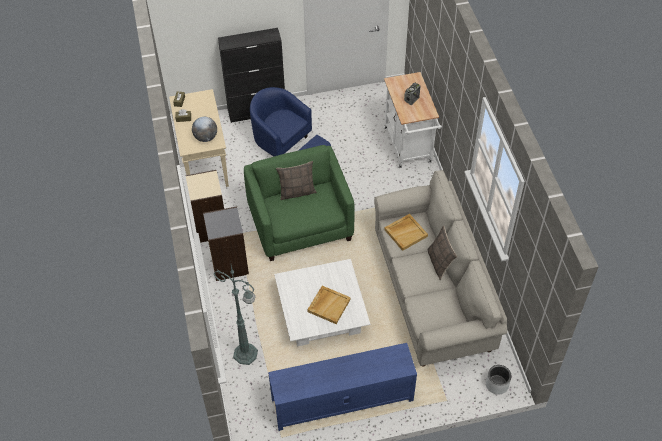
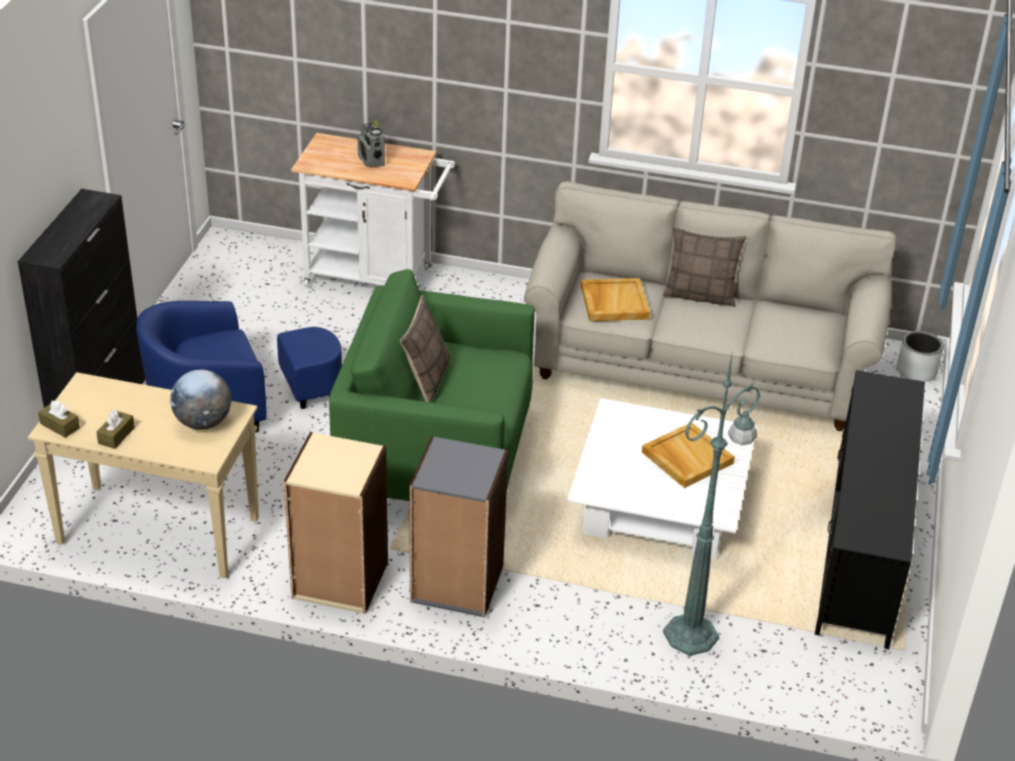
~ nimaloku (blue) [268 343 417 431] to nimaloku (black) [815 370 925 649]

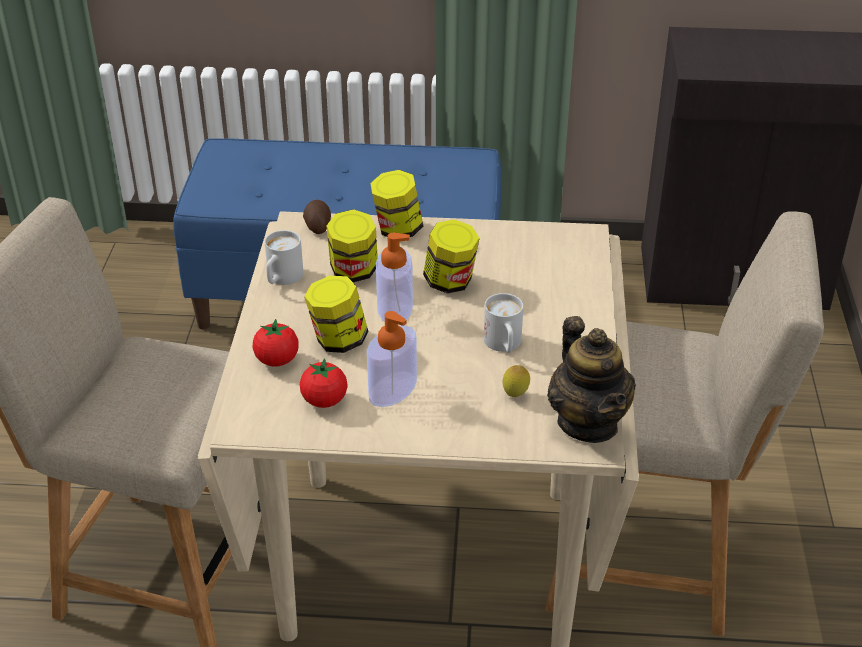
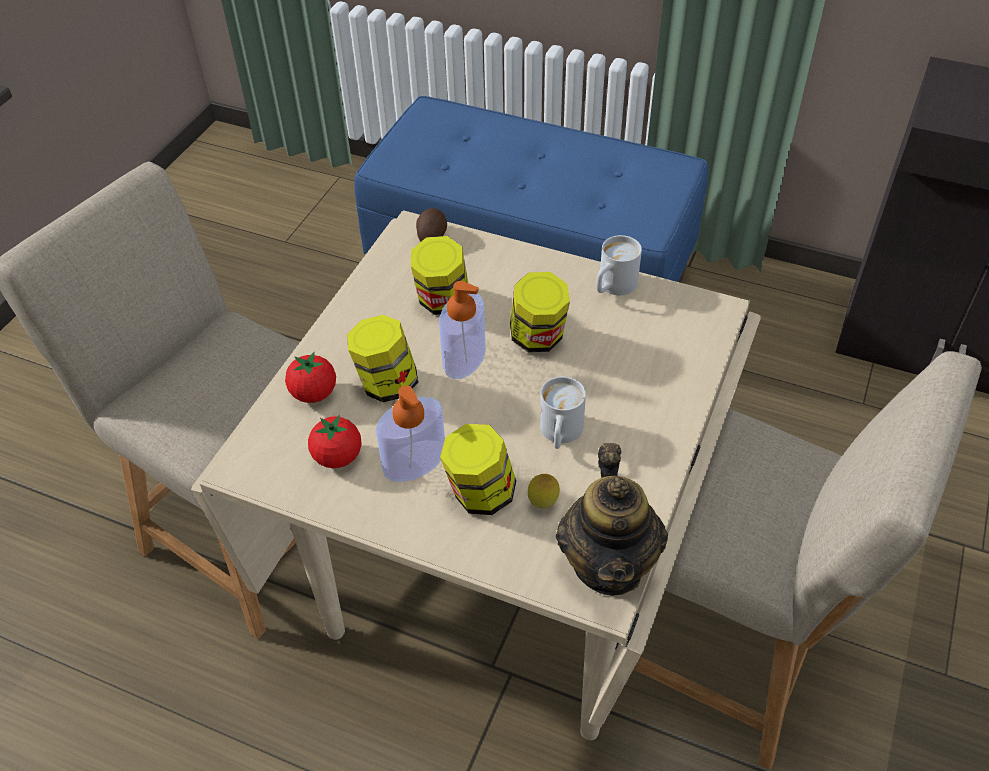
~ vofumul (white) [265 230 303 285] to [596 235 642 295]
~ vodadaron [370 170 423 237] to [440 424 516 515]

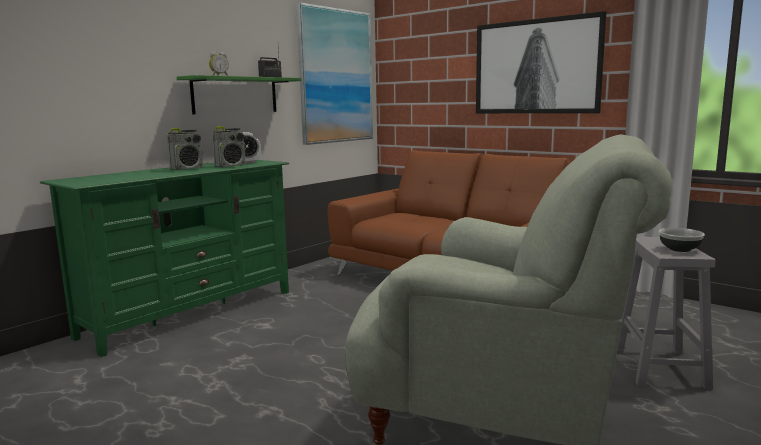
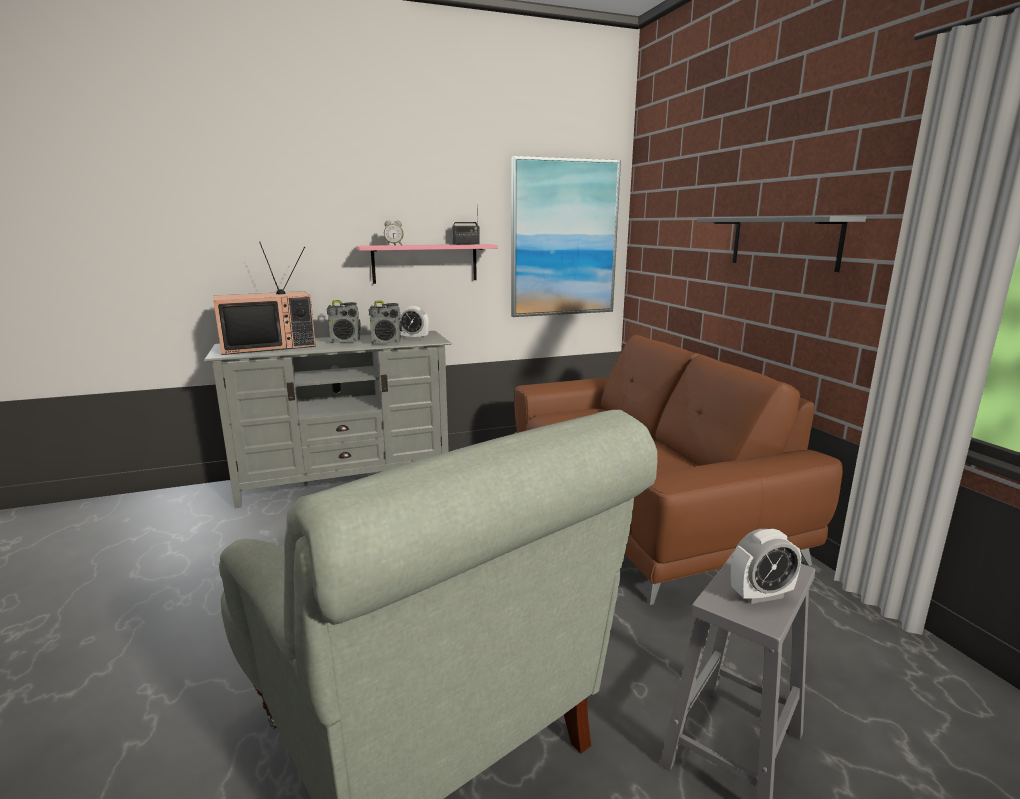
~ nimaloku (green) [40 160 289 357] to nimaloku (grey) [204 331 452 508]
~ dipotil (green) [177 75 301 114] to dipotil (pink) [356 244 498 284]
~ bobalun [476 11 607 113] to dipotil (grey) [697 216 866 272]
~ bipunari [659 228 705 252] to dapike [731 529 801 604]
+ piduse [213 242 316 355]

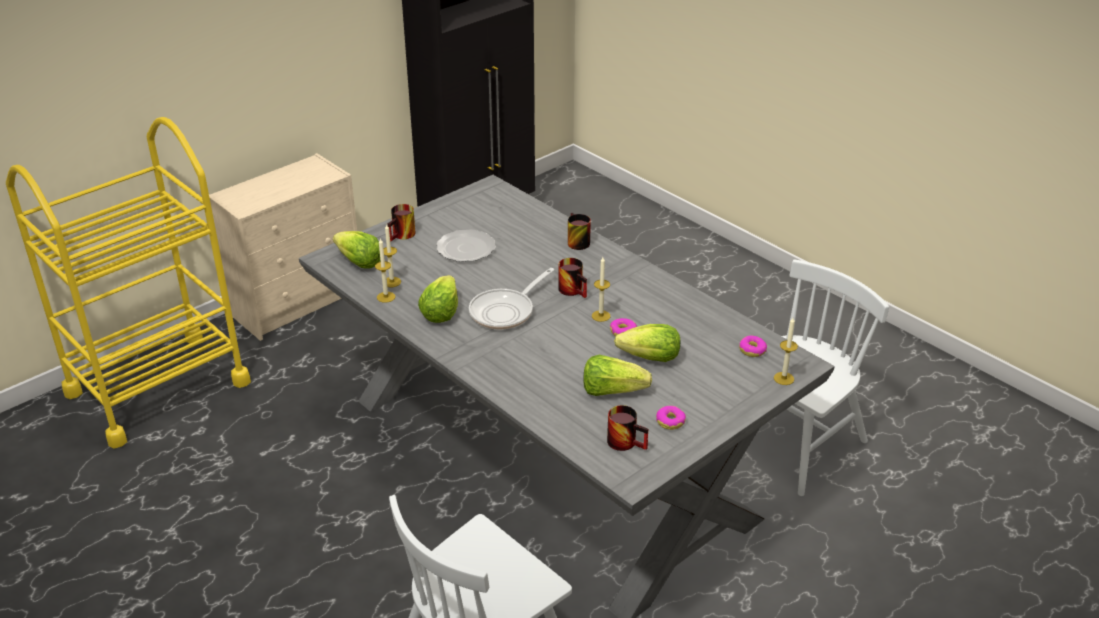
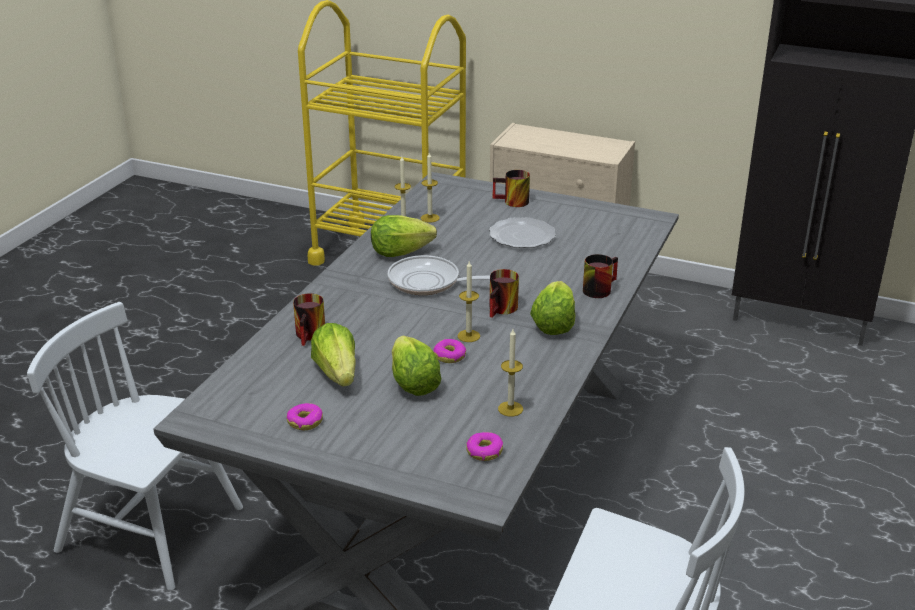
~ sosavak [333 231 380 269] to [530 281 575 335]
~ vofumul [607 405 648 451] to [293 293 325 346]
~ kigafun [774 318 798 385] to [498 329 523 417]

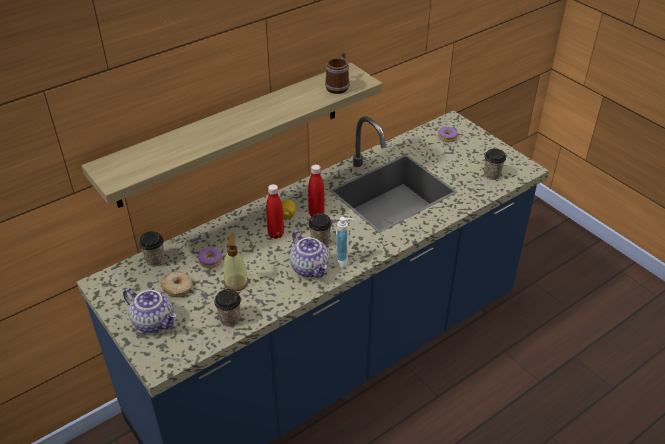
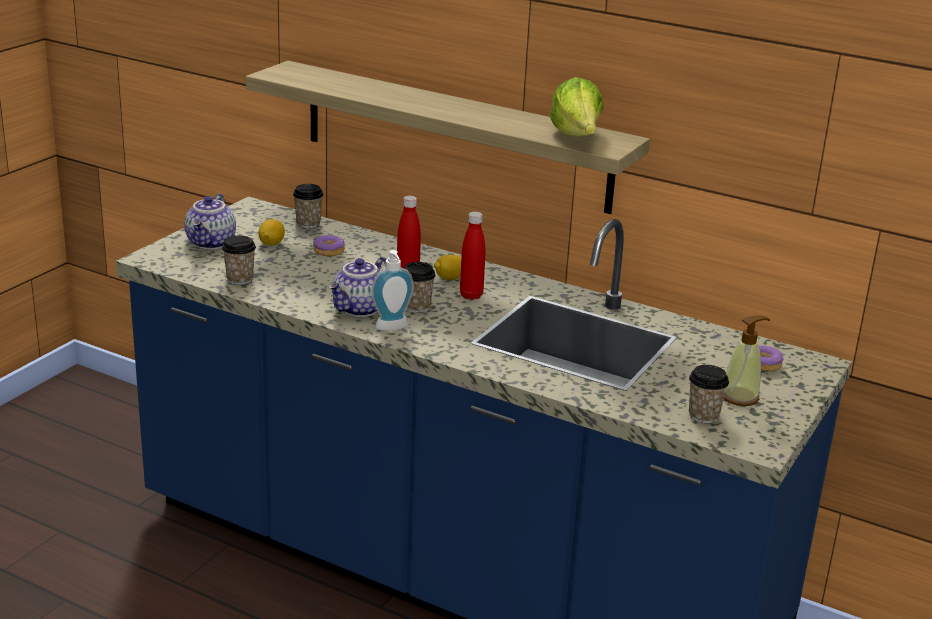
~ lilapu [160 271 193 297] to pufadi [259 219 285 246]
~ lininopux [224 233 249 291] to [724 315 770 406]
~ vofumul [325 52 350 94] to sosavak [550 77 604 137]

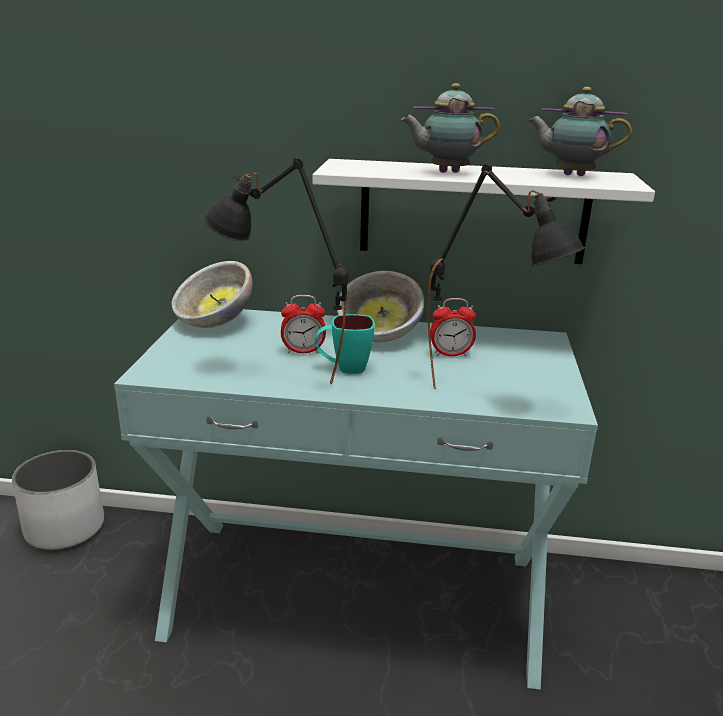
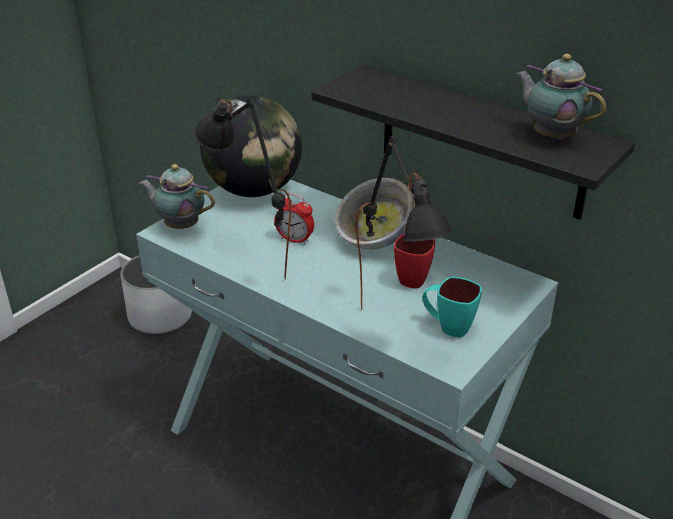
~ bipunari [172 261 252 328] to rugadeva [200 95 302 197]
~ dipotil (white) [312 159 655 264] to dipotil (black) [311 65 635 220]
~ vofumul (turquoise) [315 314 375 374] to [422 277 482 338]
~ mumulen [401 83 500 173] to [139 164 215 229]
~ dapike [430 298 476 356] to vofumul (red) [394 233 435 289]

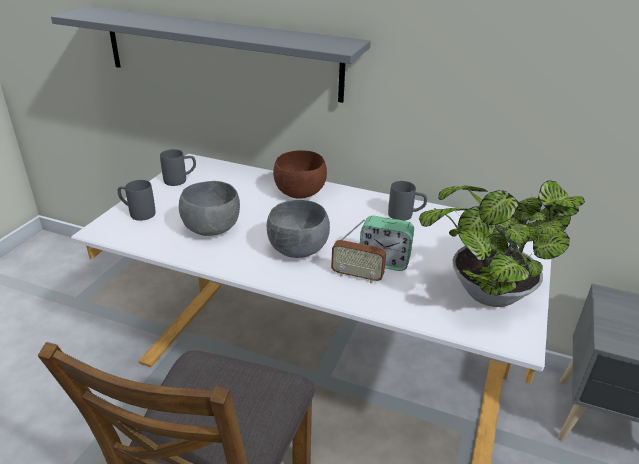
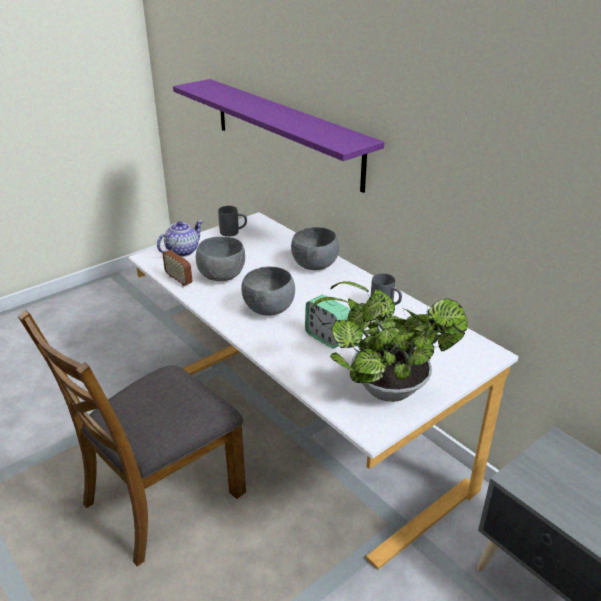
~ dipotil (grey) [51 6 371 103] to dipotil (purple) [173 79 384 193]
~ vofumul (grey) [118 180 156 221] to mumulen [157 220 203 257]
~ bipunari (brown) [273 150 327 199] to bipunari (grey) [291 227 339 270]
~ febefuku [331 220 386 283] to [163 237 193 287]

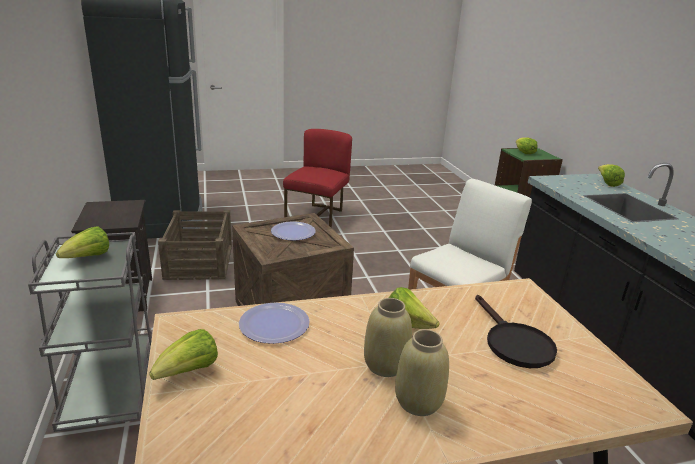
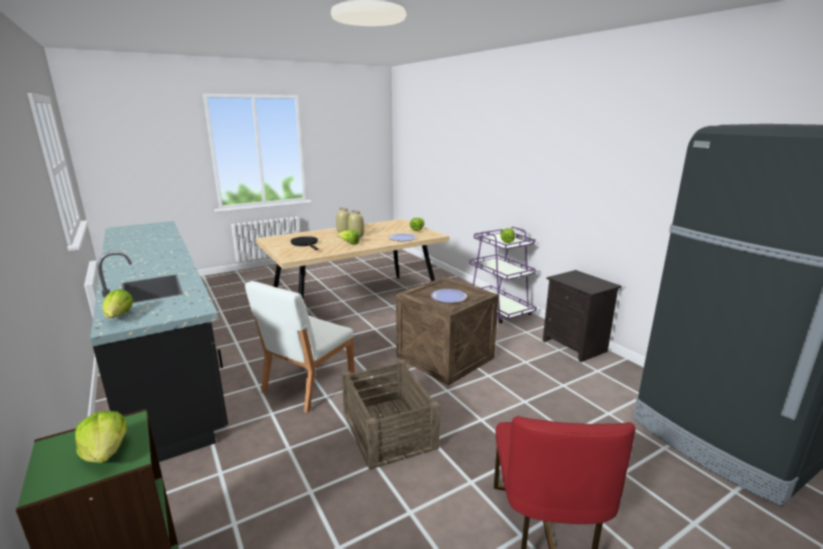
~ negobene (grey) [28 232 152 432] to negobene (purple) [470 227 536 324]
~ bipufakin [158 210 232 280] to [342 359 440 470]

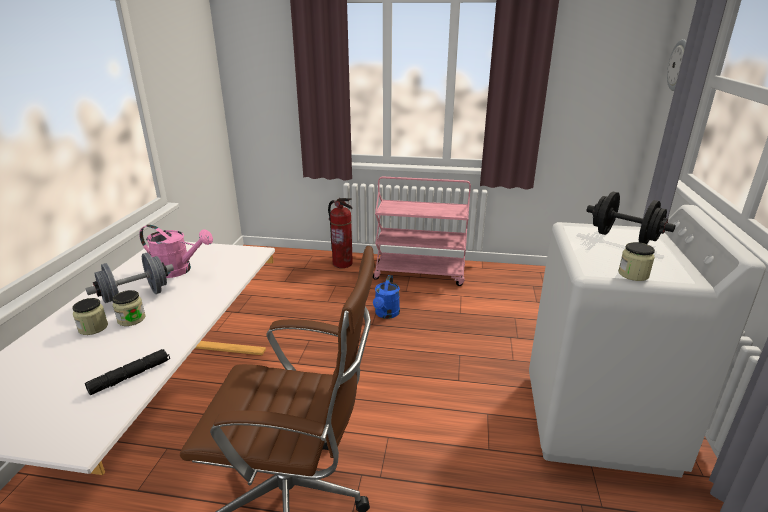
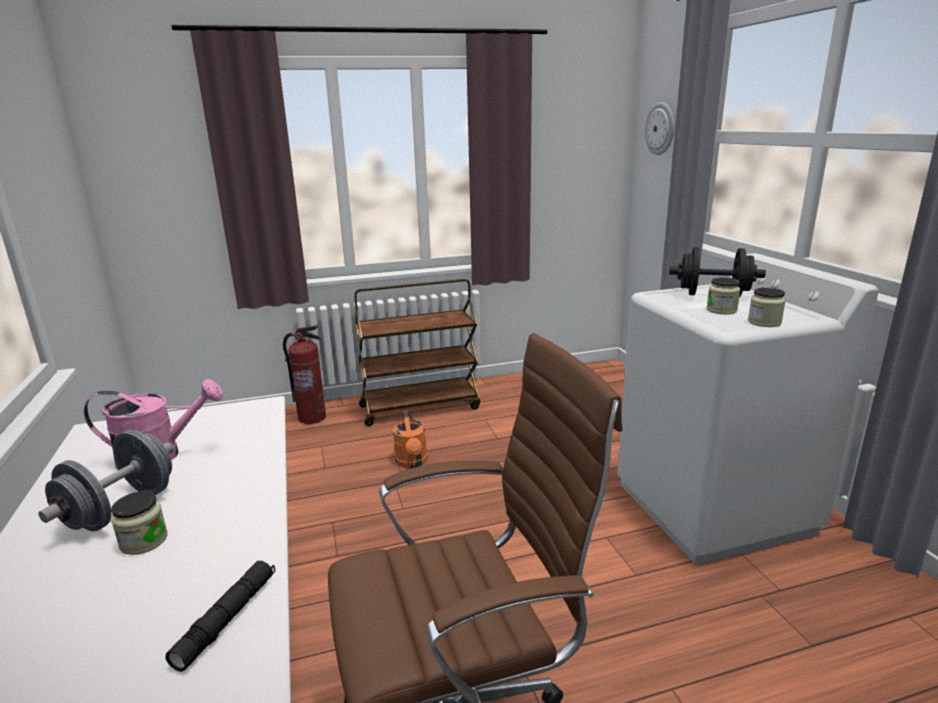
~ vodadaron [72 298 108 335] to [706 277 741 314]
~ negobene (pink) [373 177 471 286] to negobene (brown) [354 279 480 426]
~ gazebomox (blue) [373 275 400 319] to gazebomox (orange) [393 411 428 468]

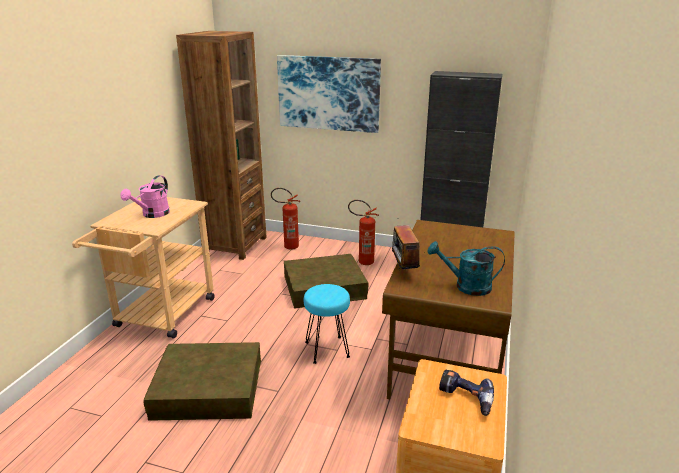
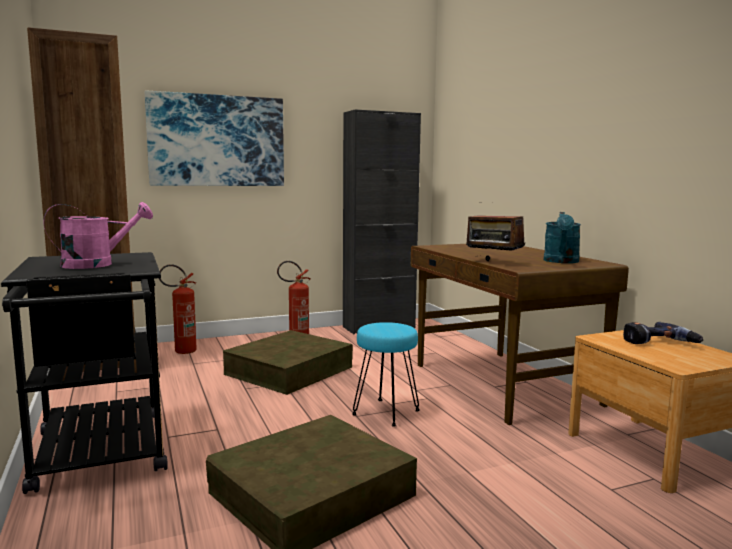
~ negobene (beige) [72 197 215 339] to negobene (black) [1 252 168 494]
~ gazebomox (pink) [121 175 170 218] = [44 202 153 269] 105 degrees counterclockwise
~ gazebomox (turquoise) [427 241 505 296] = [544 212 581 263] 45 degrees counterclockwise

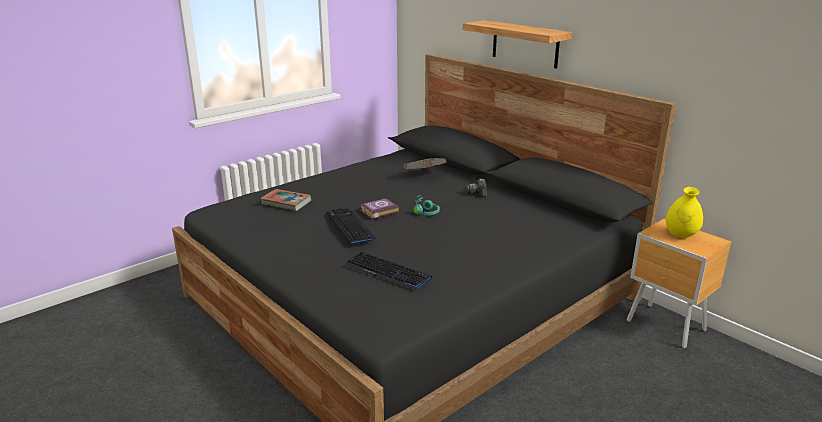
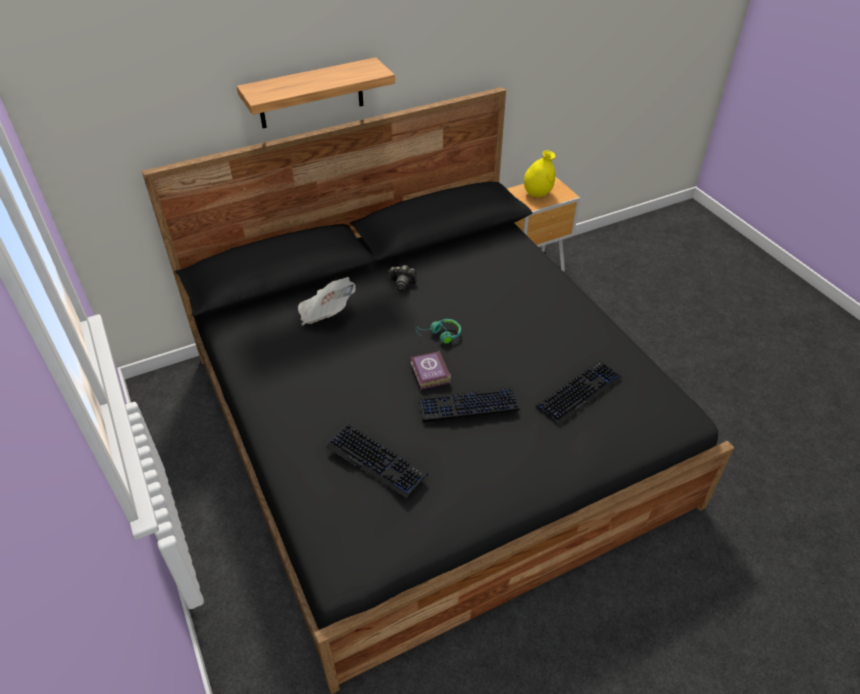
~ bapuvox [260 189 312 211] to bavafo [326 424 428 498]

